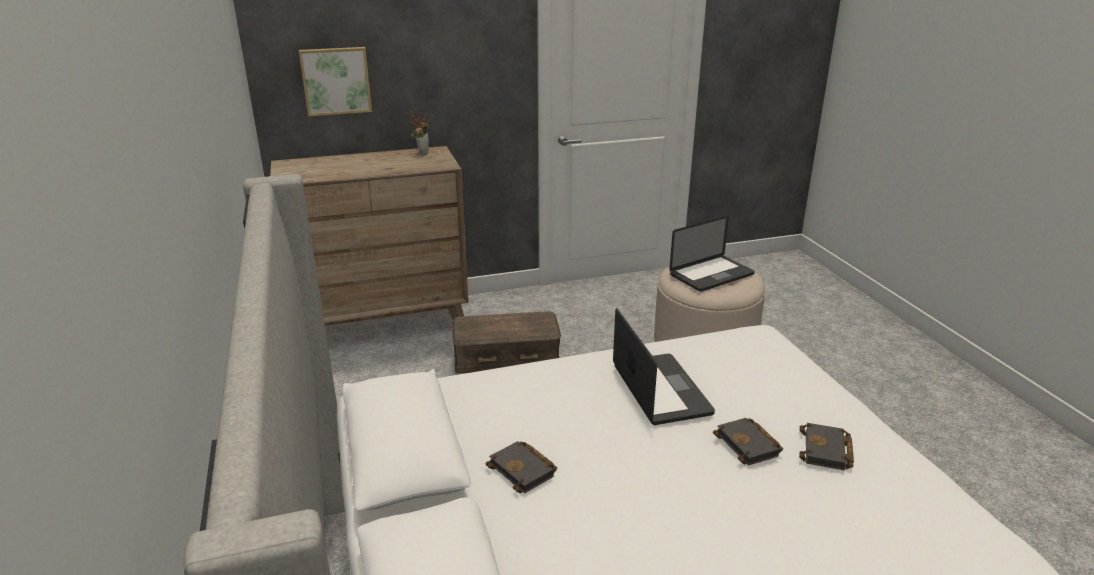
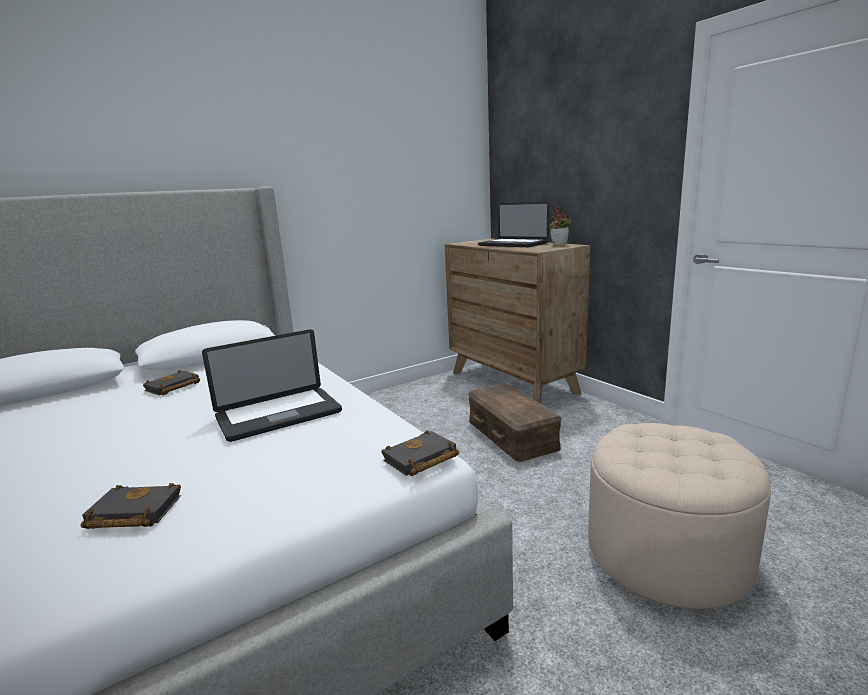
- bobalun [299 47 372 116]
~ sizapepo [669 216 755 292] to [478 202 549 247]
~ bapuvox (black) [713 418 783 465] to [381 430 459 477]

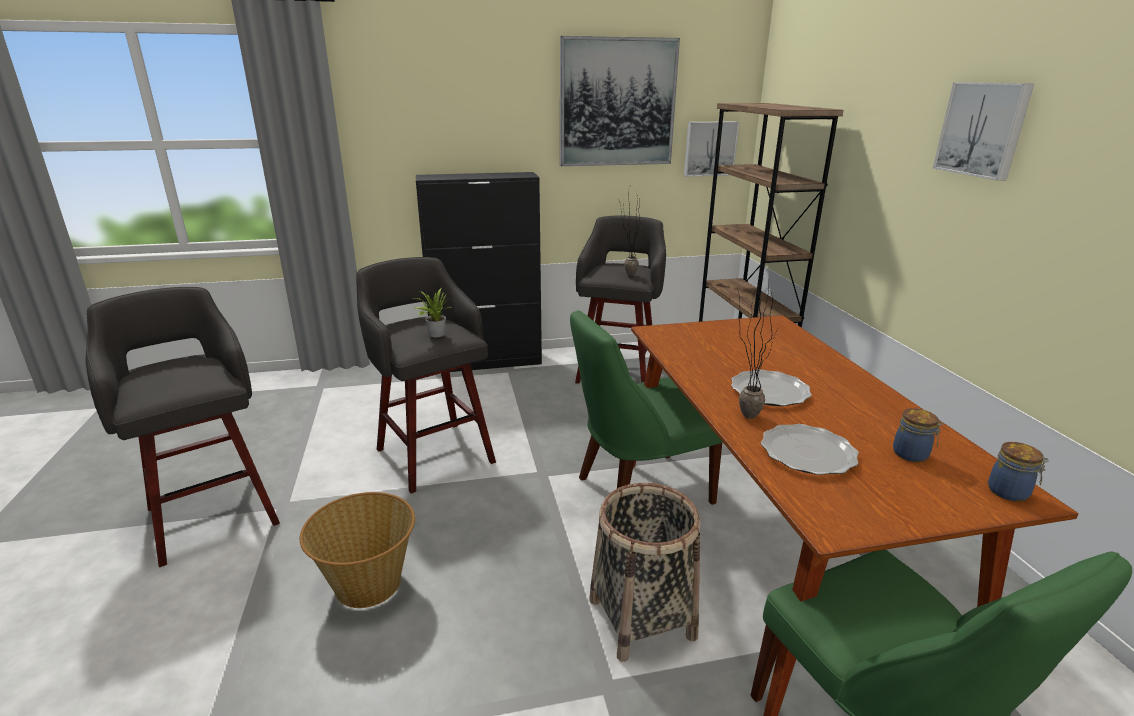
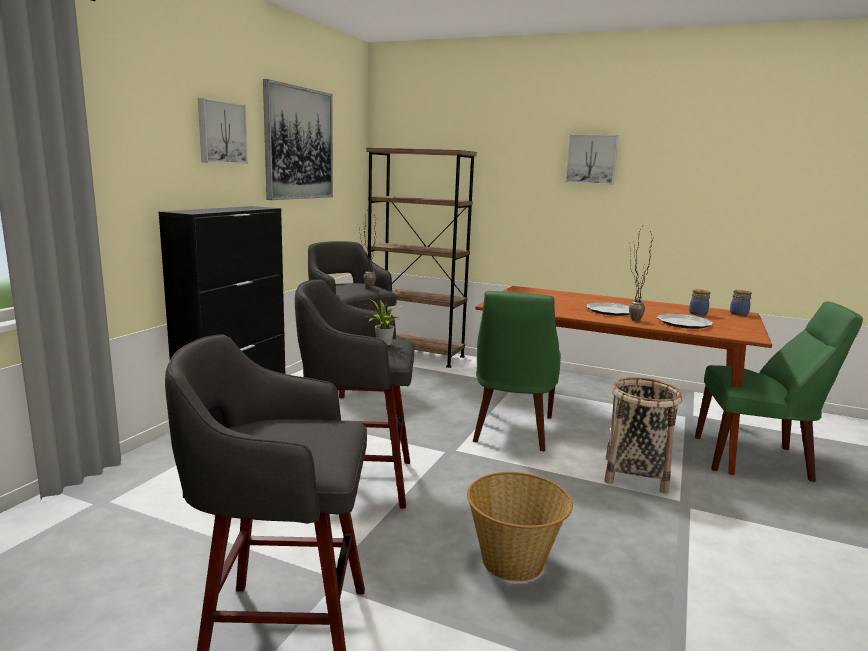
~ bobalun [684 121 739 177] to [198 98 248 164]

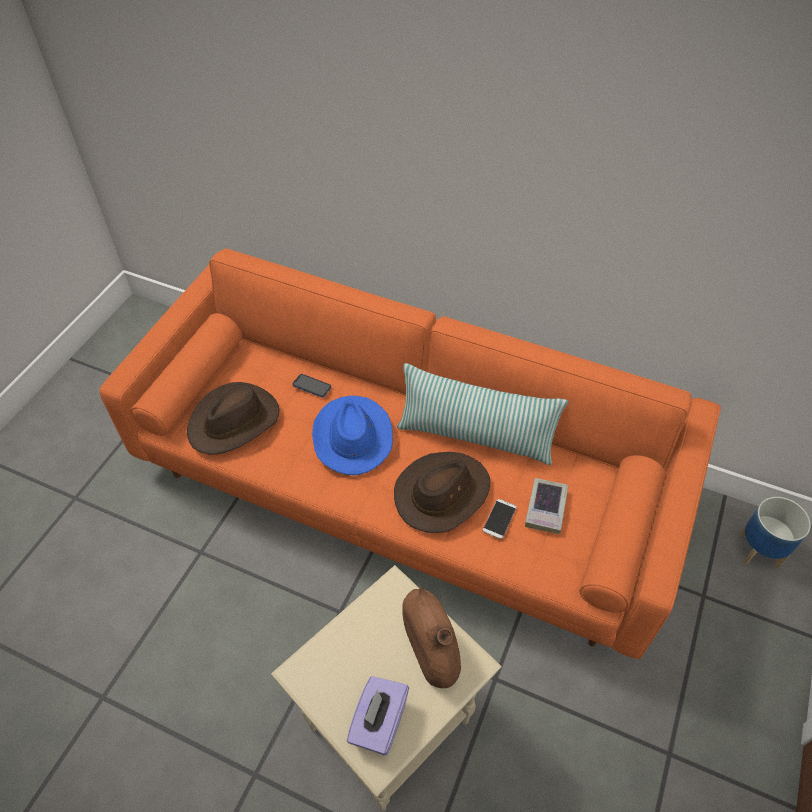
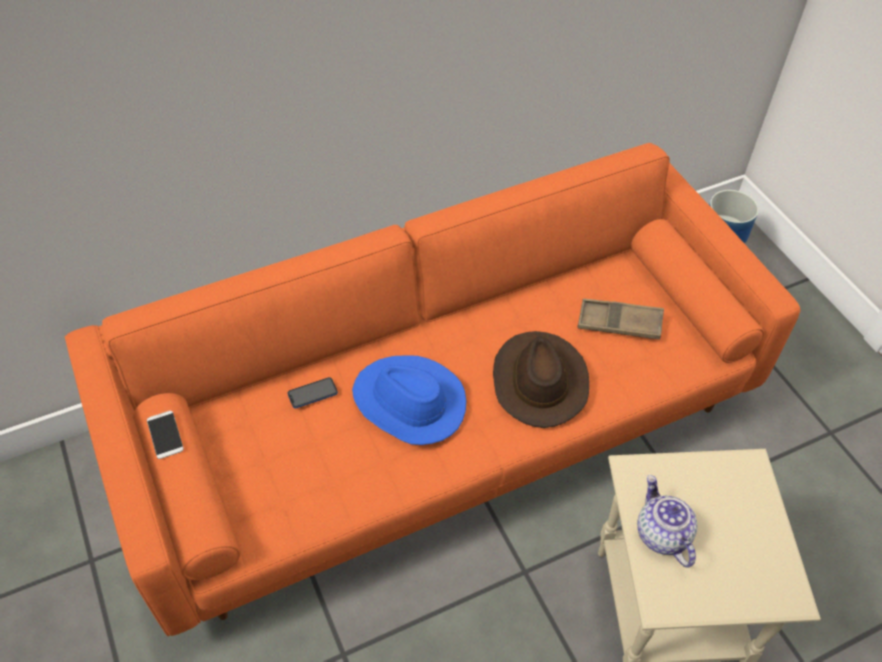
- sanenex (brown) [187 382 279 455]
- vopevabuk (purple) [347 676 409 756]
- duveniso [397 363 568 465]
- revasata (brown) [402 586 461 688]
~ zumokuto [483 499 516 539] to [147 411 184 459]
~ bapuvox [525 478 568 534] to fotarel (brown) [578 299 664 339]
+ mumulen [637 475 697 568]

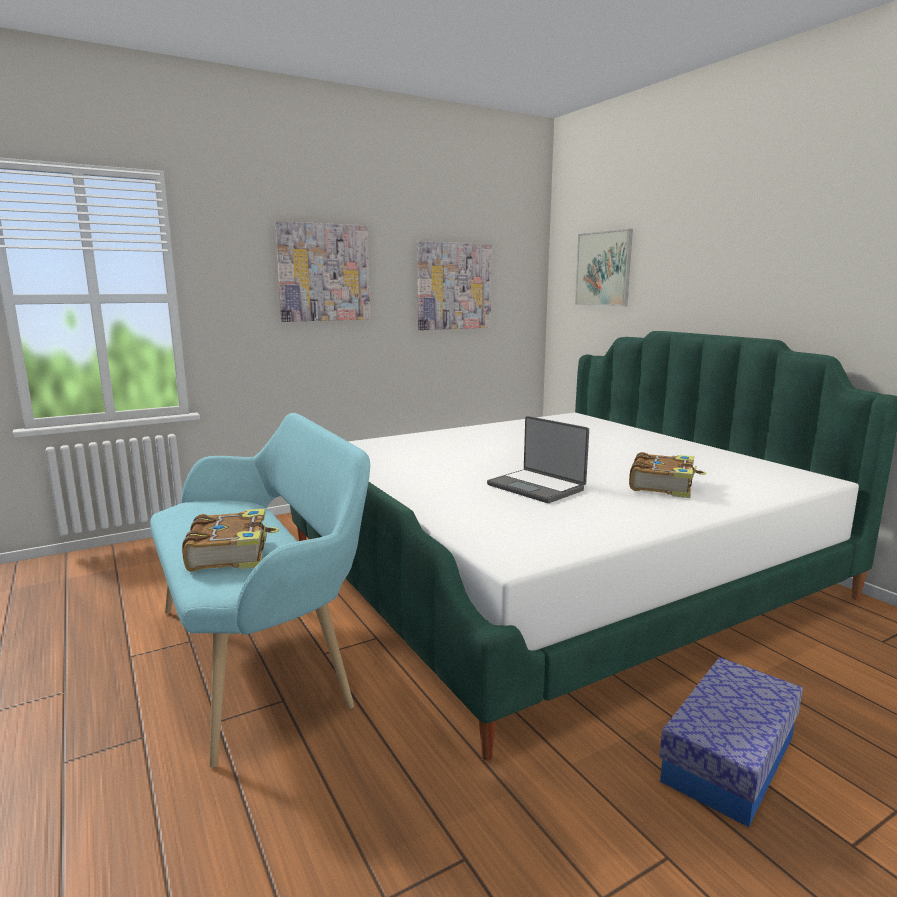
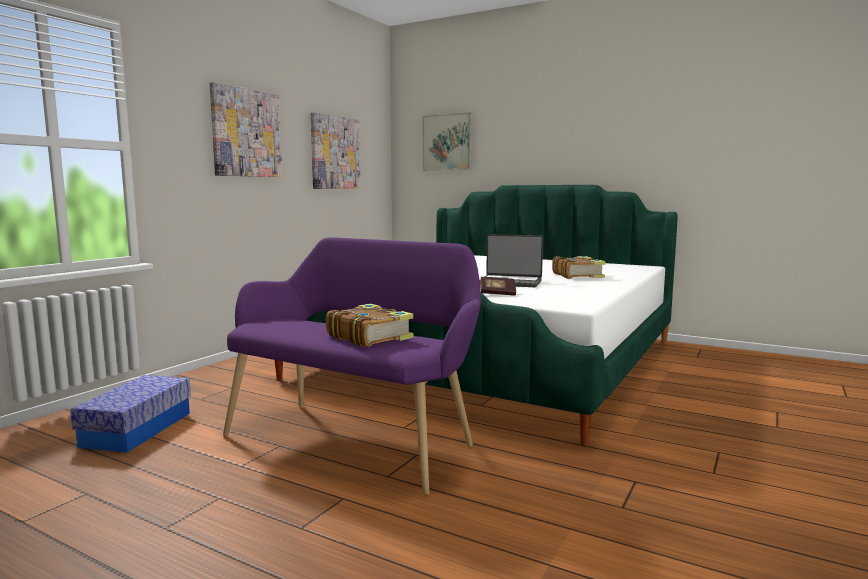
~ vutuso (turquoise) [150 413 370 768] to vutuso (purple) [223 237 481 495]
~ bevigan [659 657 803 827] to [70 375 191 452]
+ bapuvox [480 277 516 296]

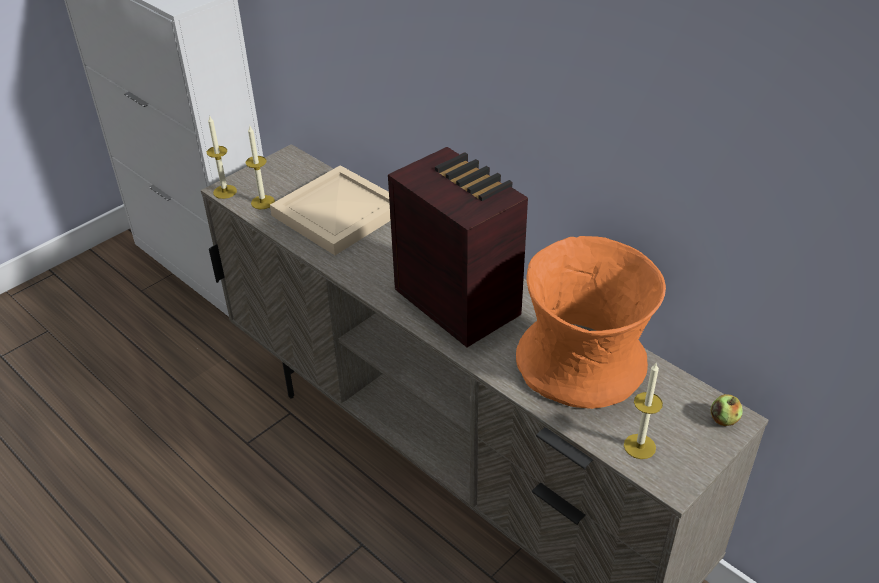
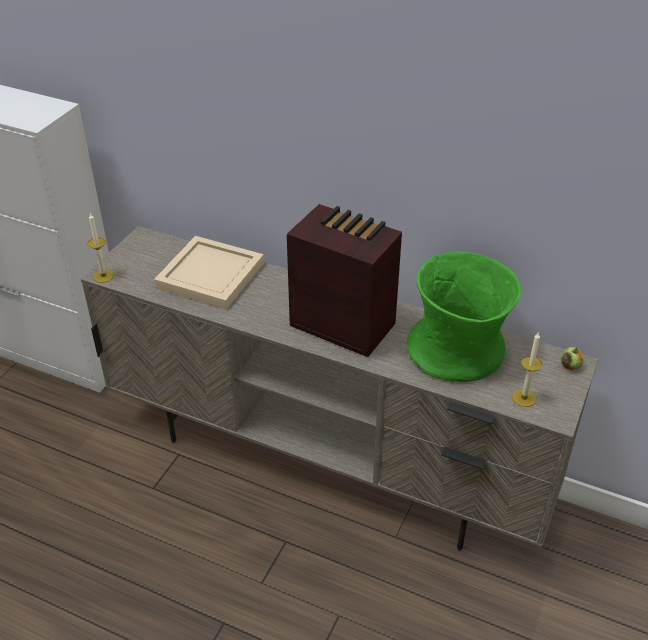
- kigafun [246 126 275 209]
~ revasata (orange) [516 236 666 409] to revasata (green) [406 251 521 382]

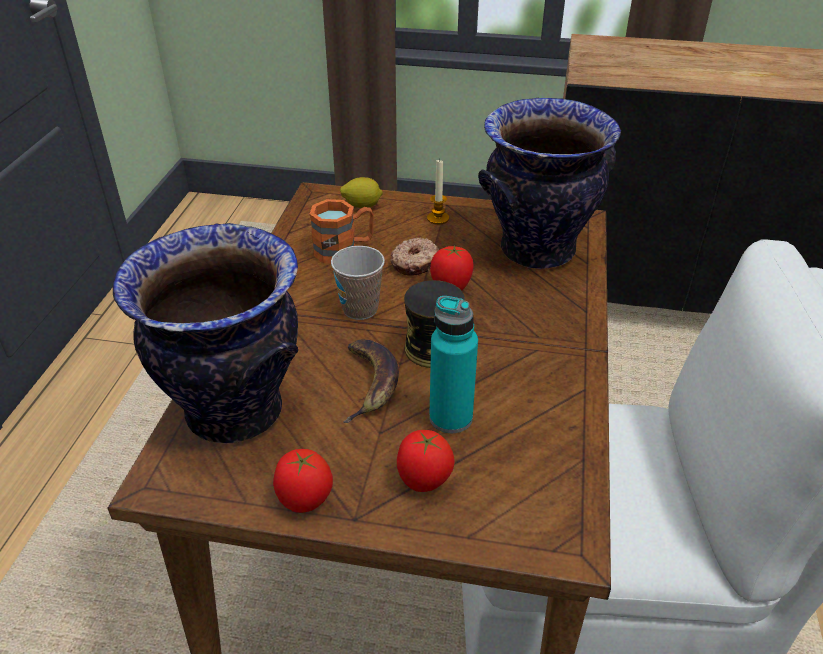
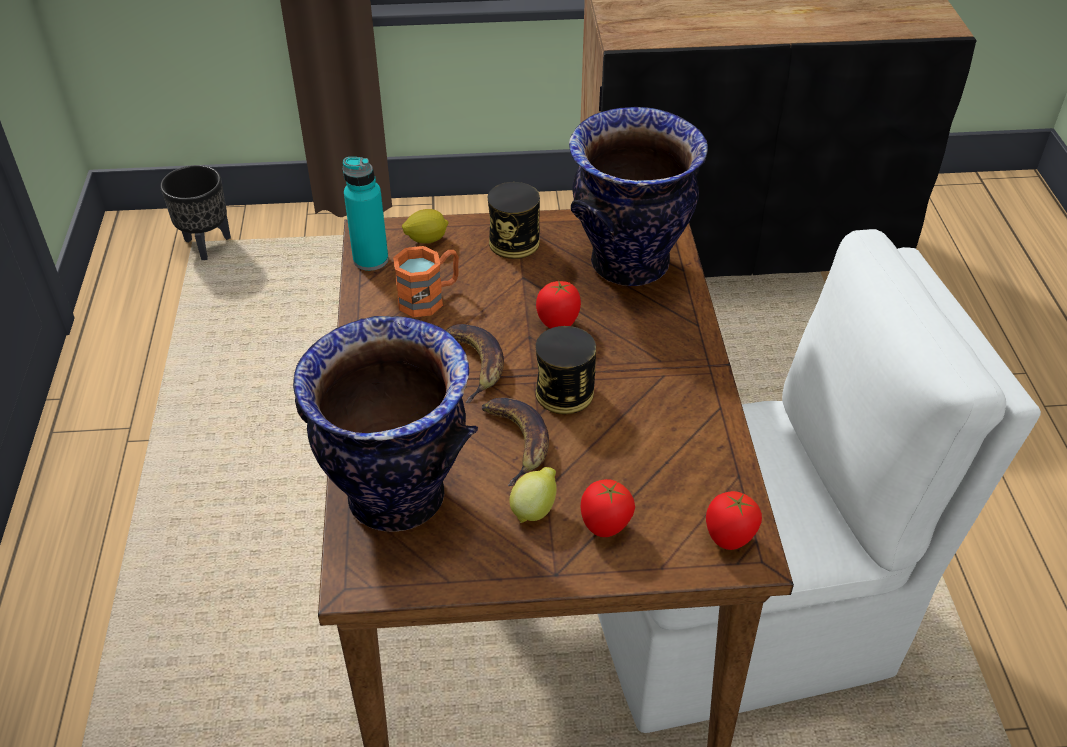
~ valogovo [273 449 333 513] to [706 491 762 550]
~ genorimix [331 246 385 320] to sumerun [446 324 504 403]
- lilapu [390 238 439 275]
~ kigafun [427 159 449 225] to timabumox [488 182 540 259]
~ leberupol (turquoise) [429 296 478 433] to [343 157 388 271]
+ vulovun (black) [160 165 231 260]
+ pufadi [510 467 557 523]

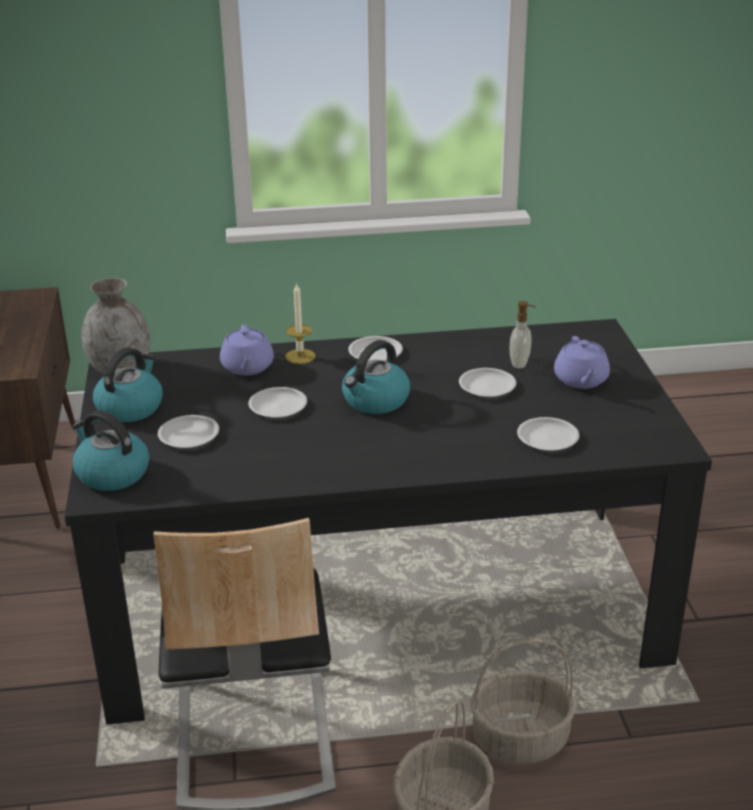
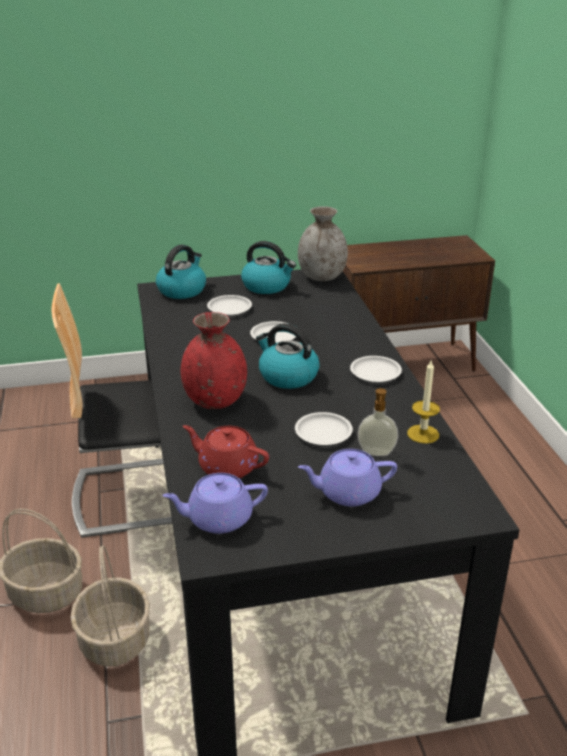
~ mumulen (purple) [220 325 274 376] to [162 473 268 534]
~ kigafun [285 282 315 364] to [407 361 440 444]
~ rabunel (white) [517 417 579 451] to mumulen (red) [183 425 269 478]
+ revasata (red) [181 312 247 409]

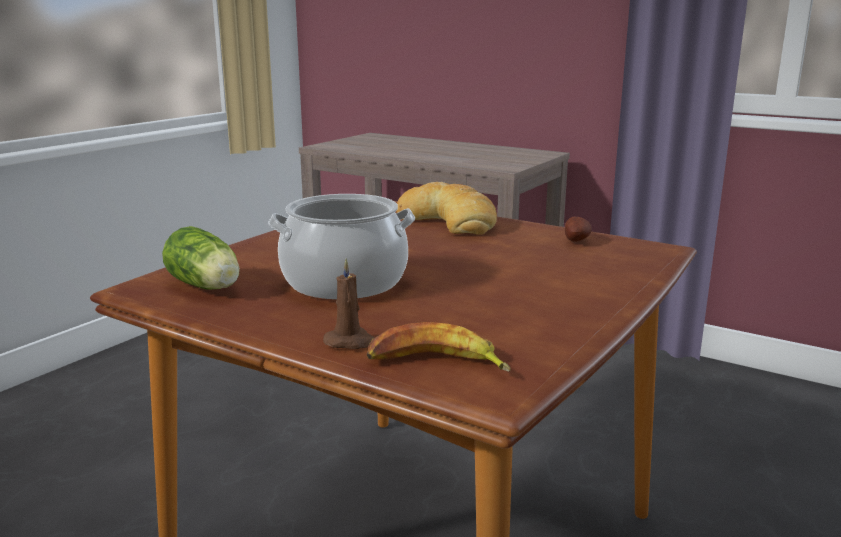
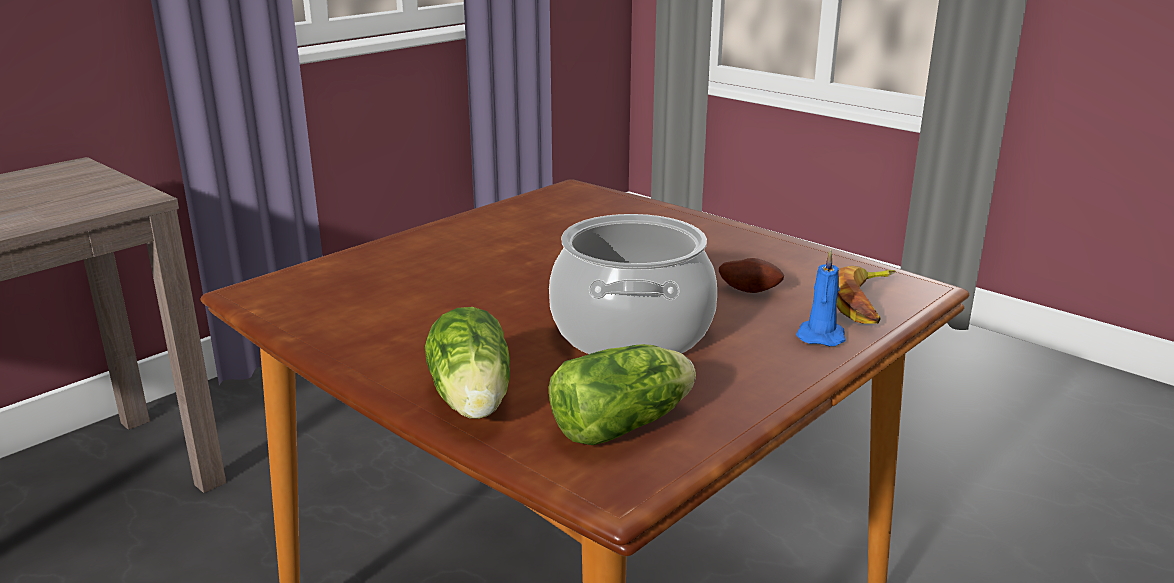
~ kigafun (brown) [323 258 375 349] to kigafun (blue) [796 249 845 346]
- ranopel [396 182 497 235]
~ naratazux [565 217 592 242] to [719 258 784 293]
+ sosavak [425 307 510 419]

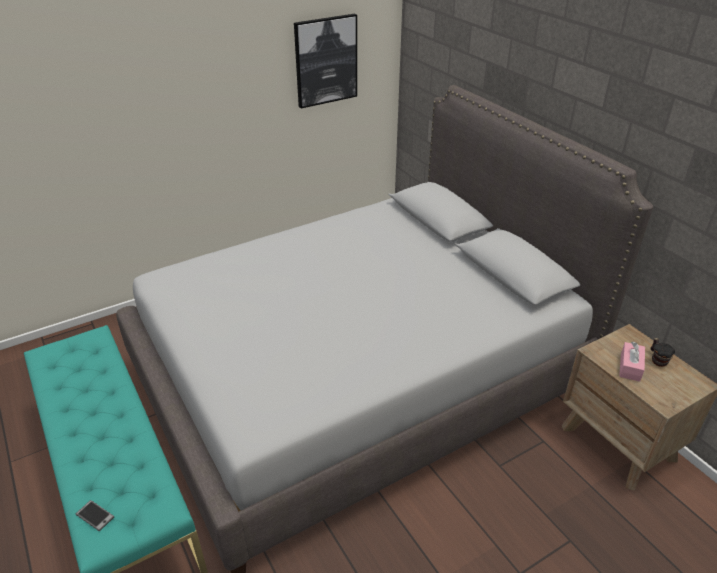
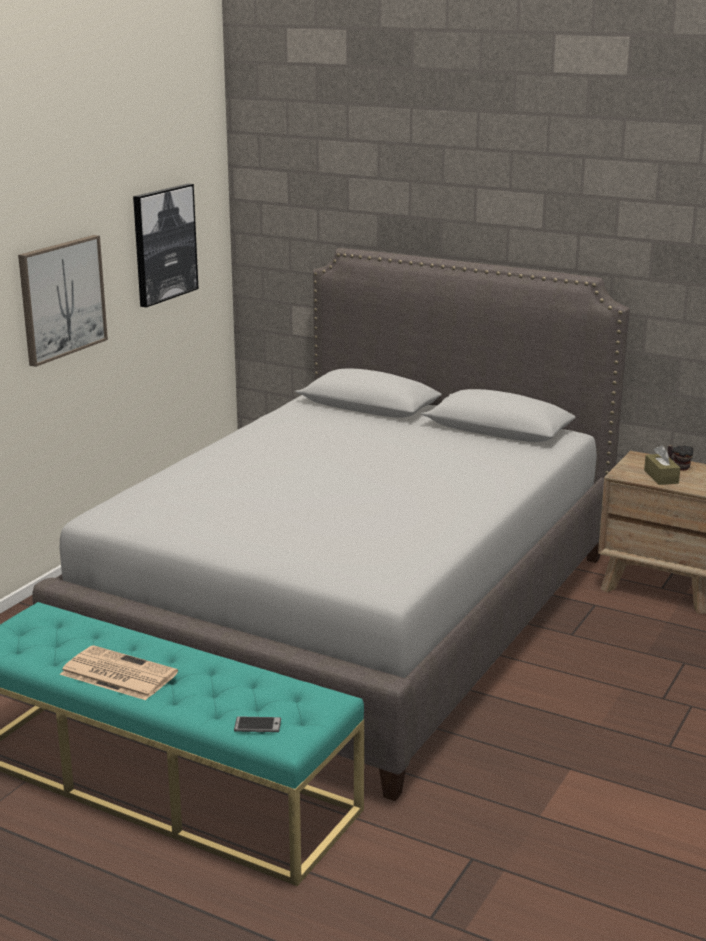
~ vopevabuk (pink) [619 342 645 382] to vopevabuk (brown) [644 445 680 485]
+ bobalun [18 235 108 367]
+ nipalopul [60 645 178 700]

